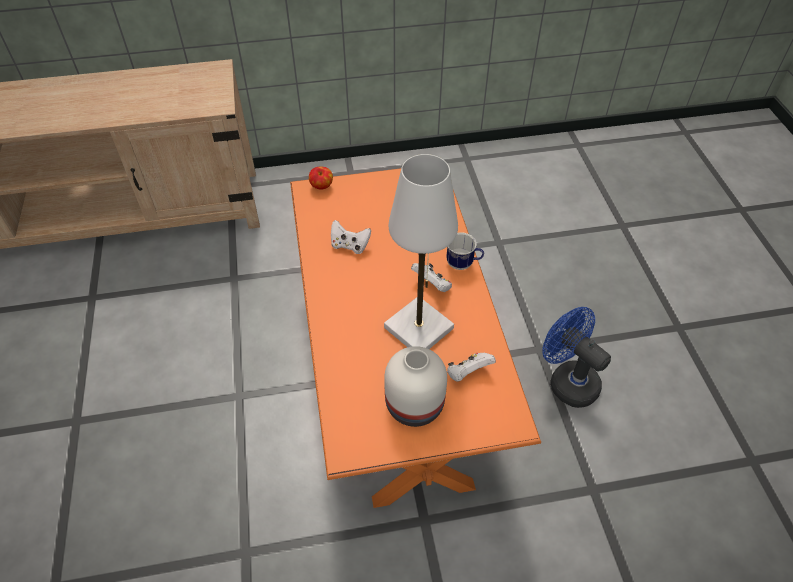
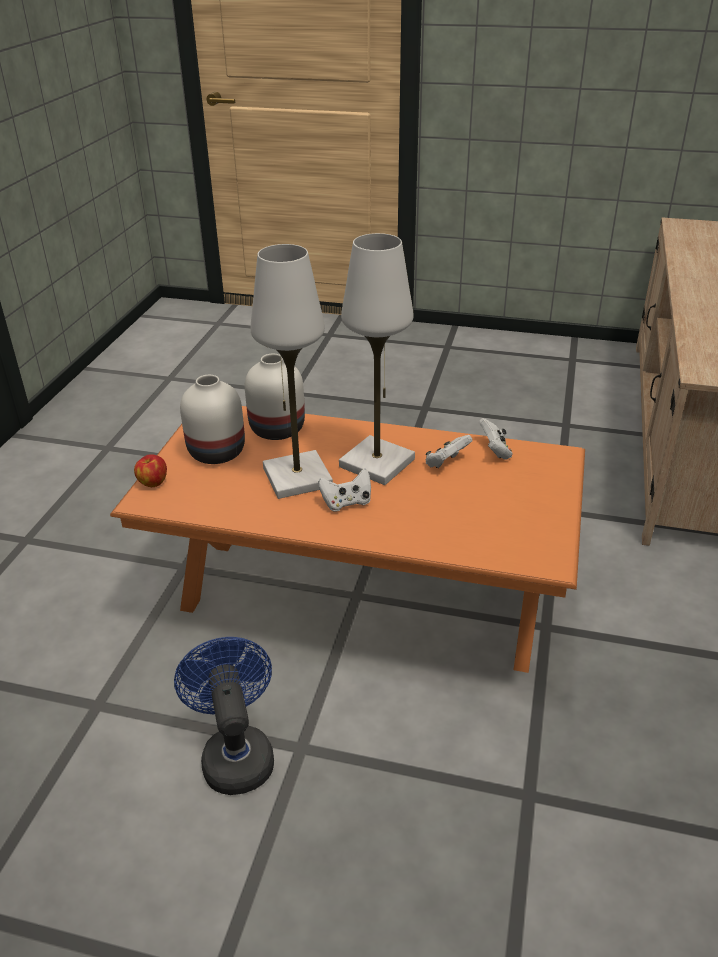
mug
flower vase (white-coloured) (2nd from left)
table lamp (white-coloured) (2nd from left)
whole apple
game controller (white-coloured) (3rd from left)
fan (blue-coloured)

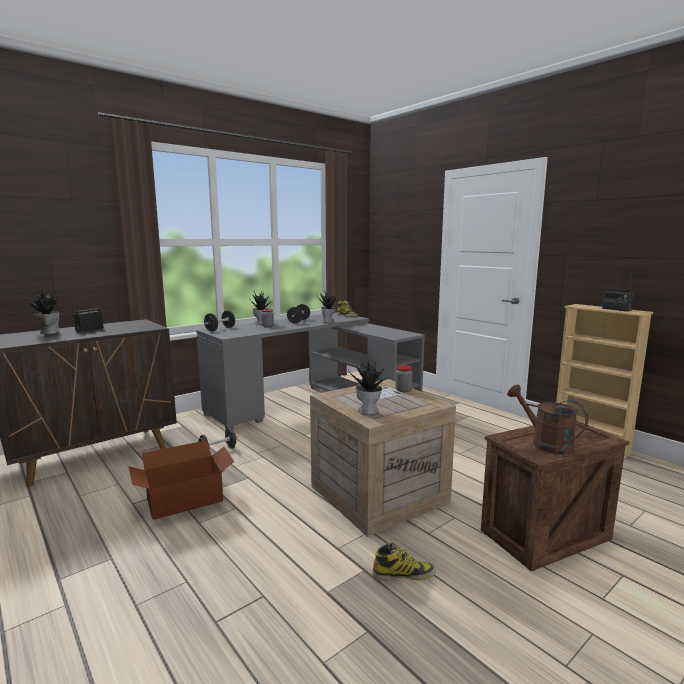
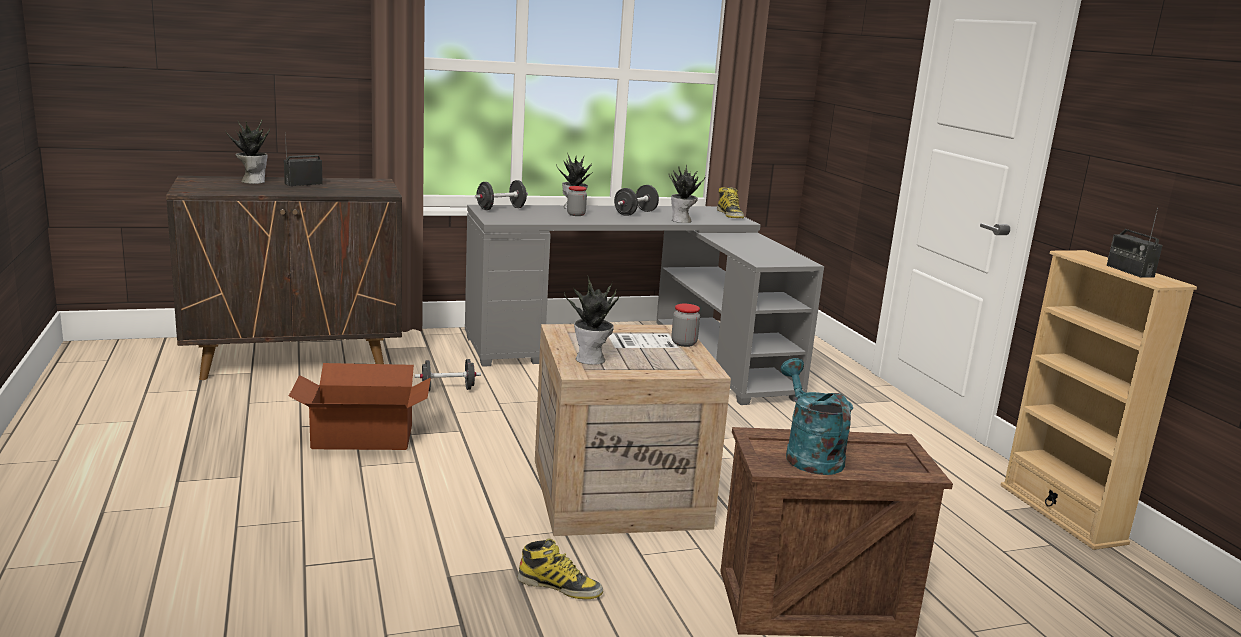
sprinkling can (blue-green)

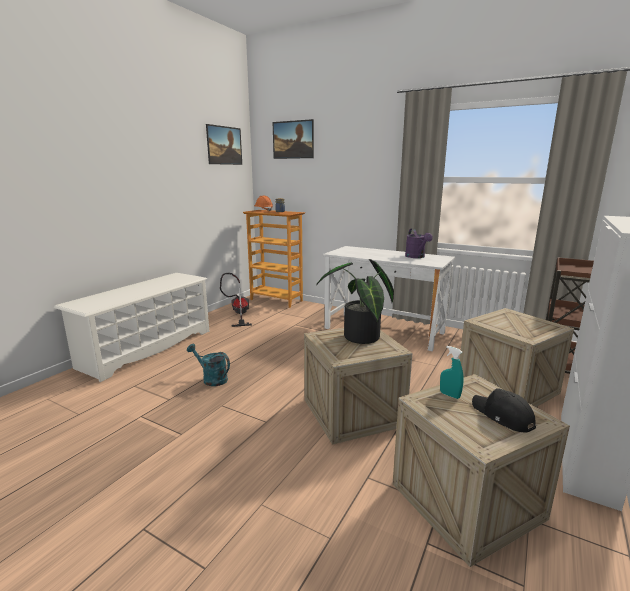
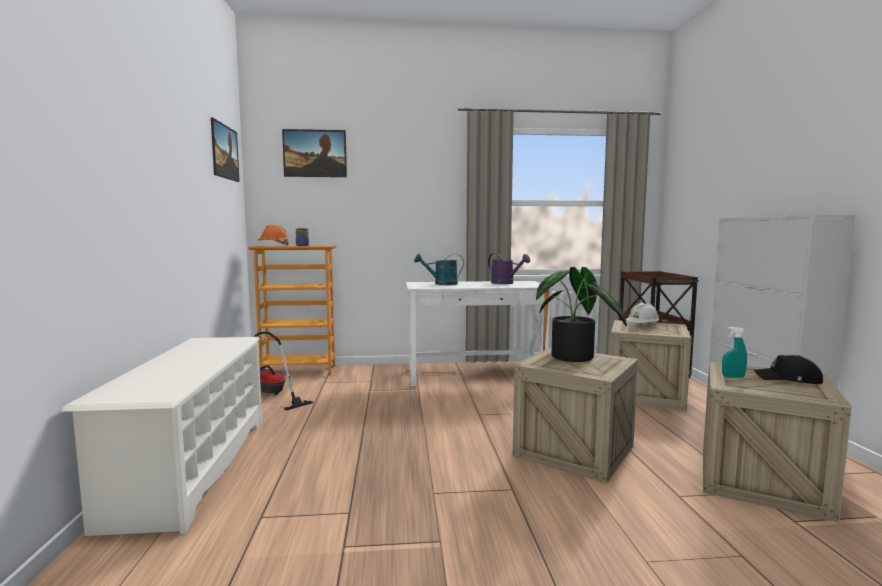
hard hat (white-coloured)
sprinkling can (blue-green)

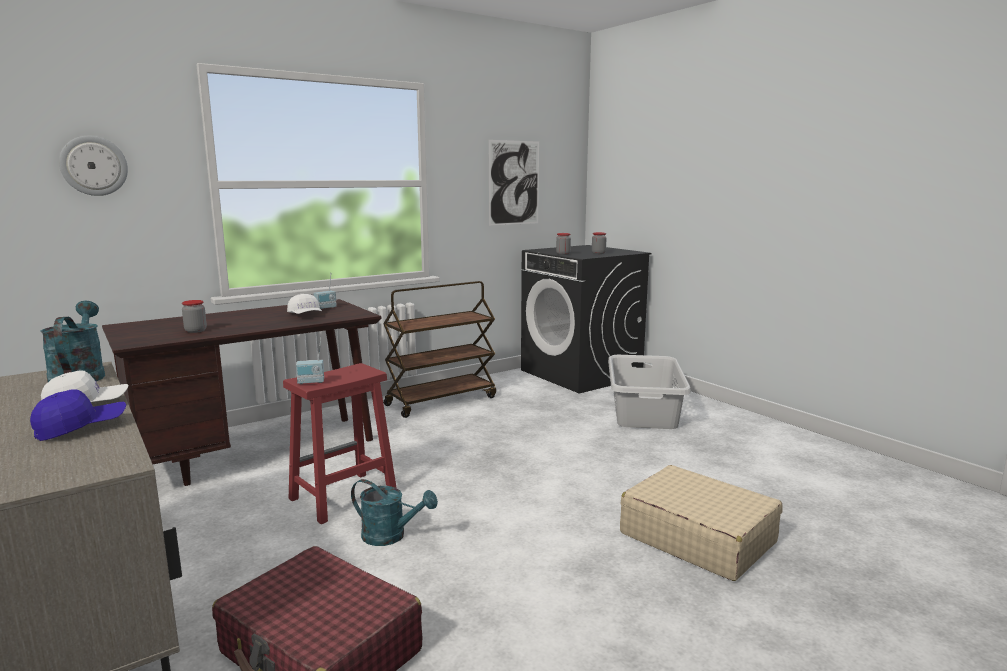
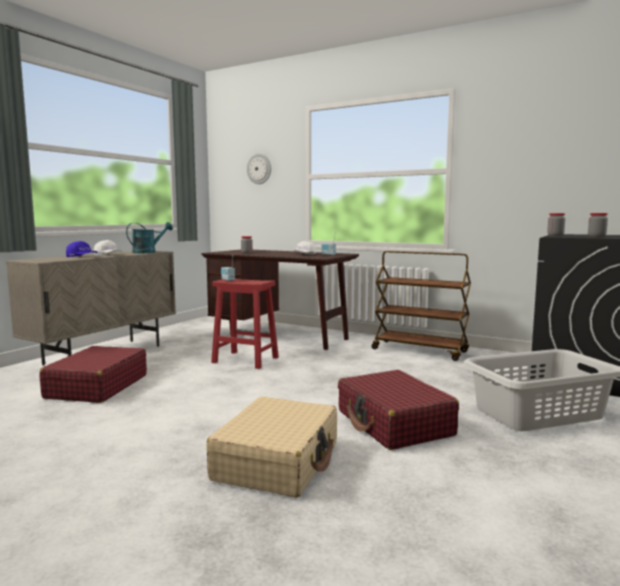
sprinkling can (blue-green) (2nd from left in the first image)
picture
suitcase (reddish) (2nd from left)

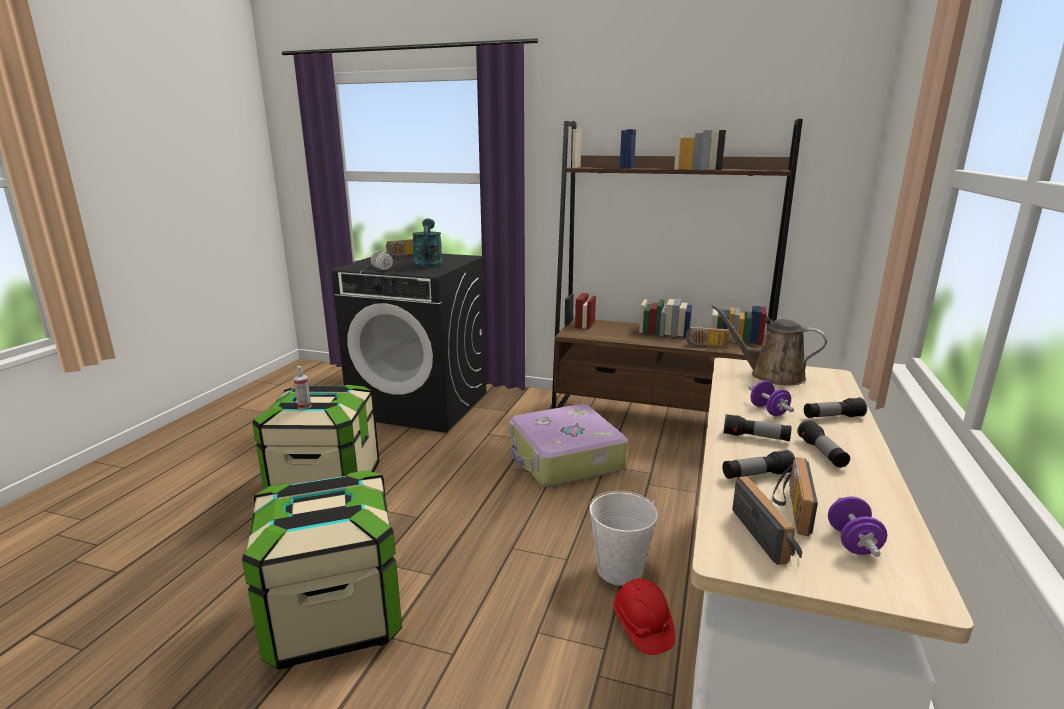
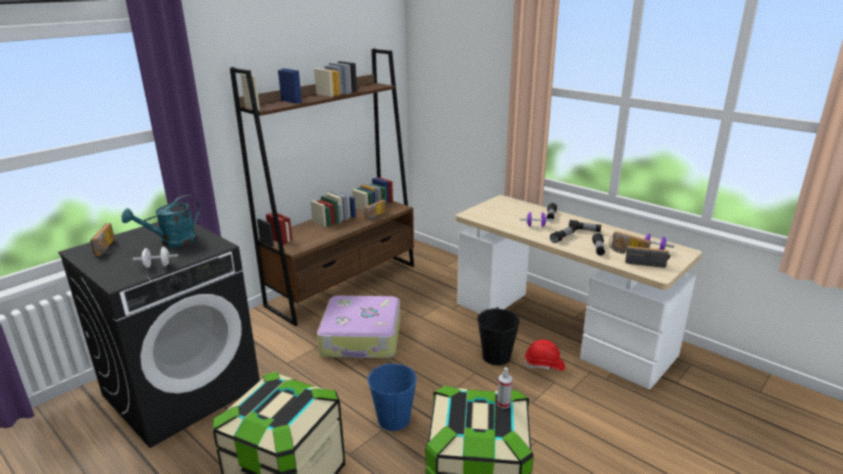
sprinkling can (brown)
bucket (blue-coloured)
sprayer
bucket (black)
sprinkling can (blue-green)

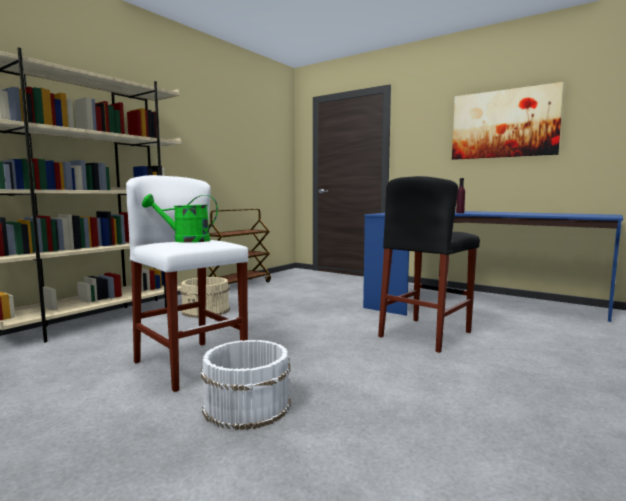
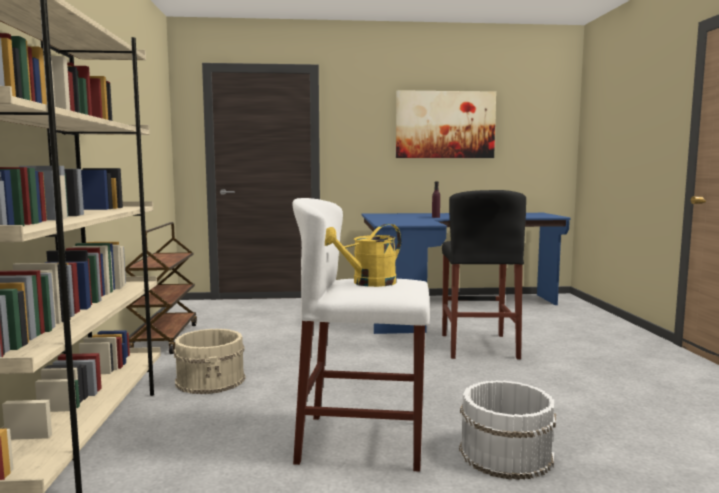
sprinkling can (yellow-coloured)

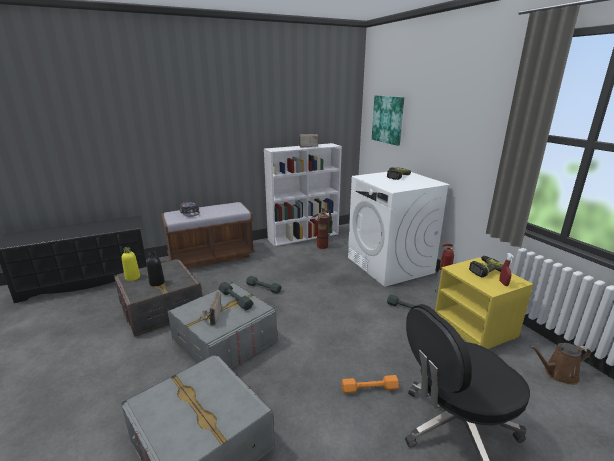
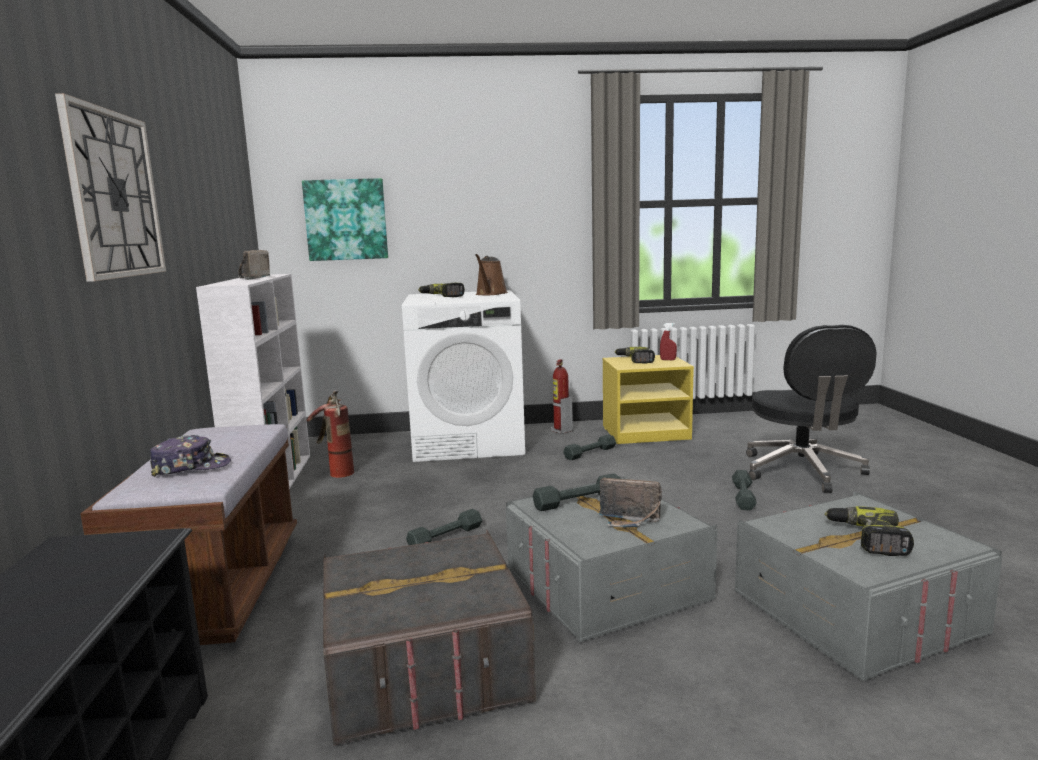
bottle (yellow-coloured)
bottle (black)
hanging clock
drill (3rd from left)
sprinkling can (brown)
free weight (greyish) (4th from left)

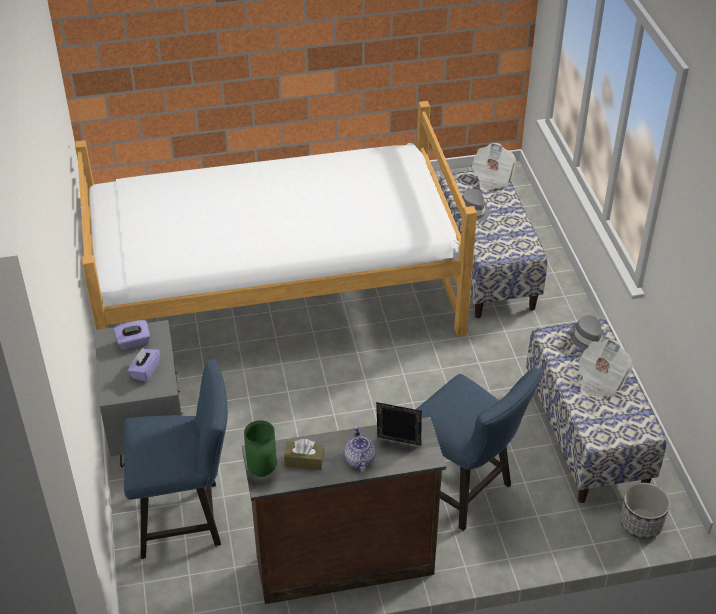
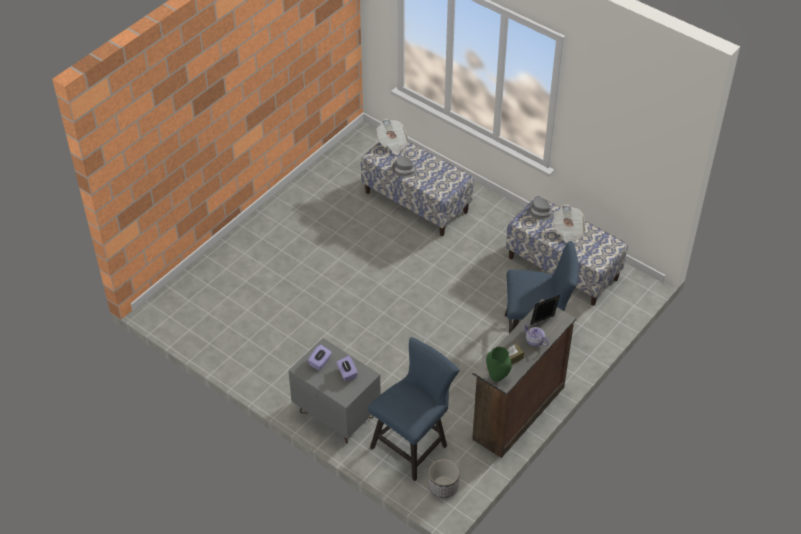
bed
flower pot

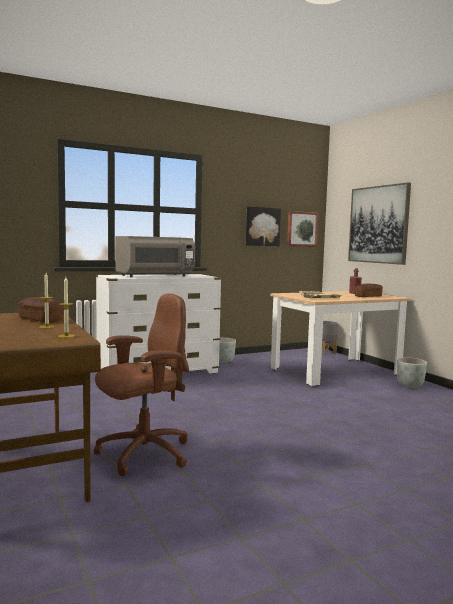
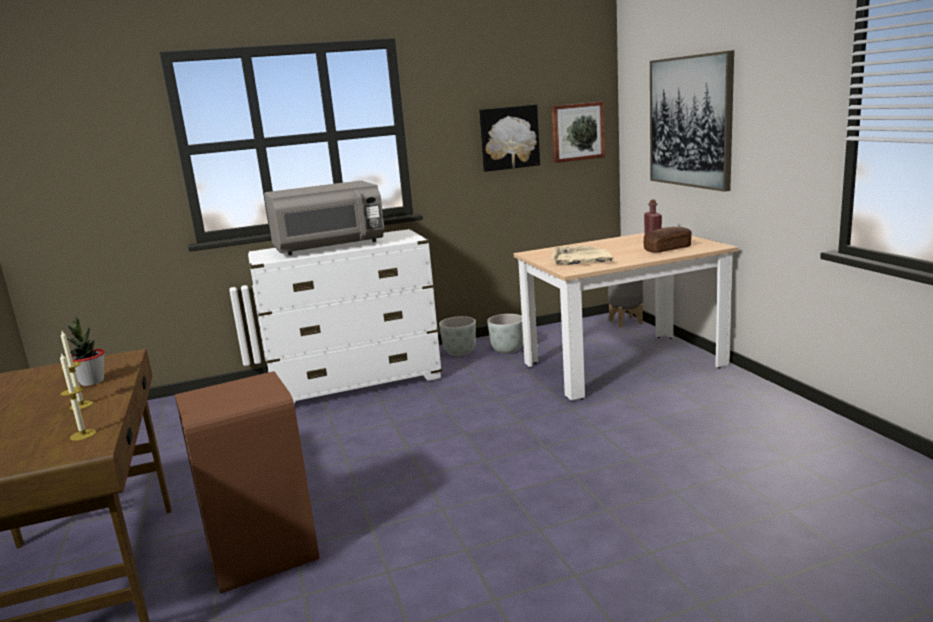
flower pot (greyish) (2nd from left)
plant in a pot
rubbish bin (brown)

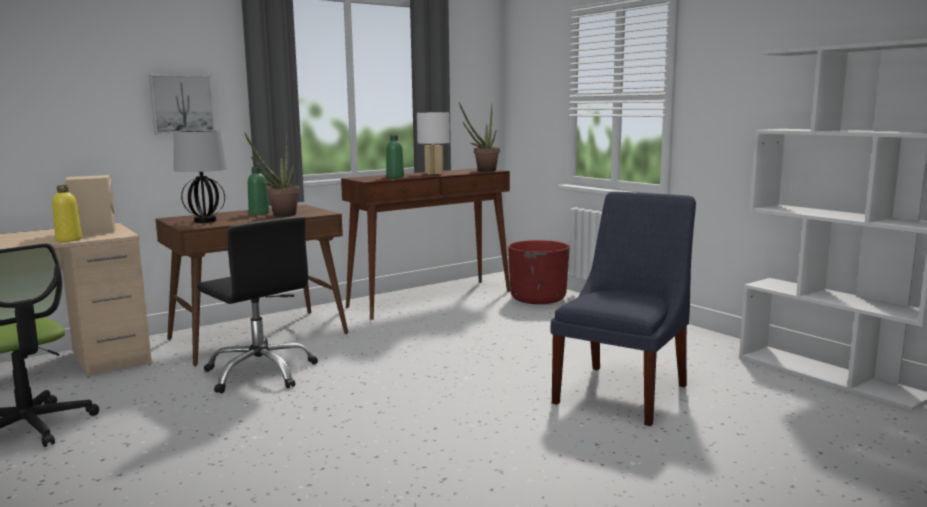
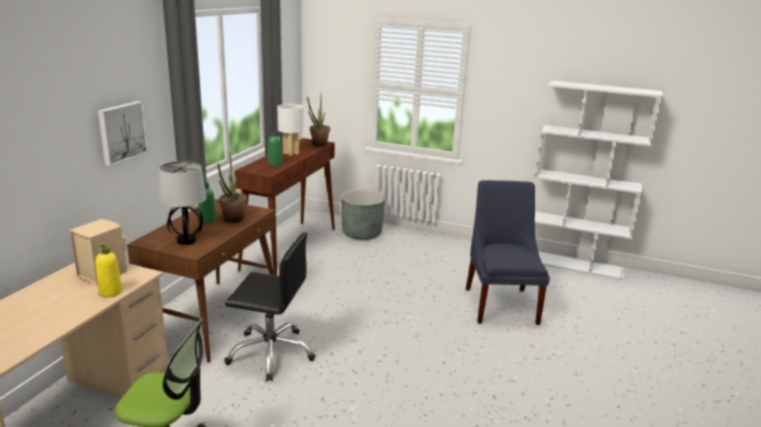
flower pot (greyish)

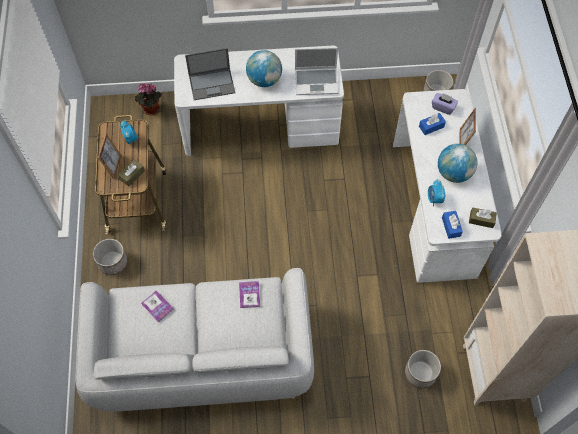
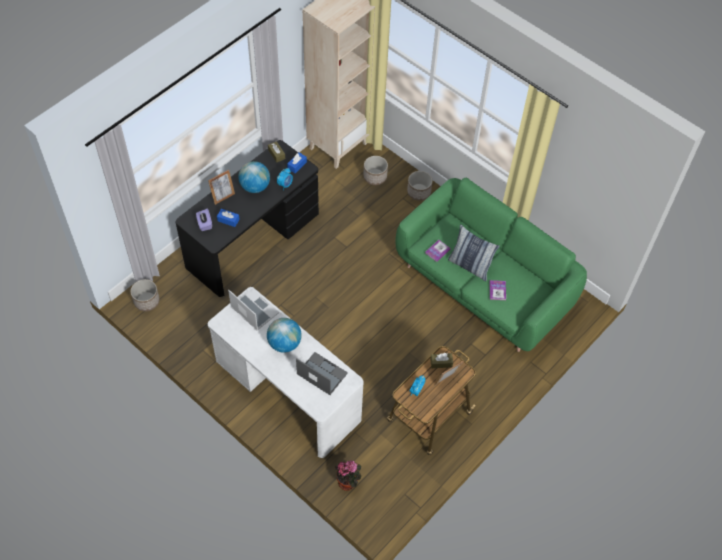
pillow
flower pot (3rd from left)
couch (green-coloured)
desk table (black)

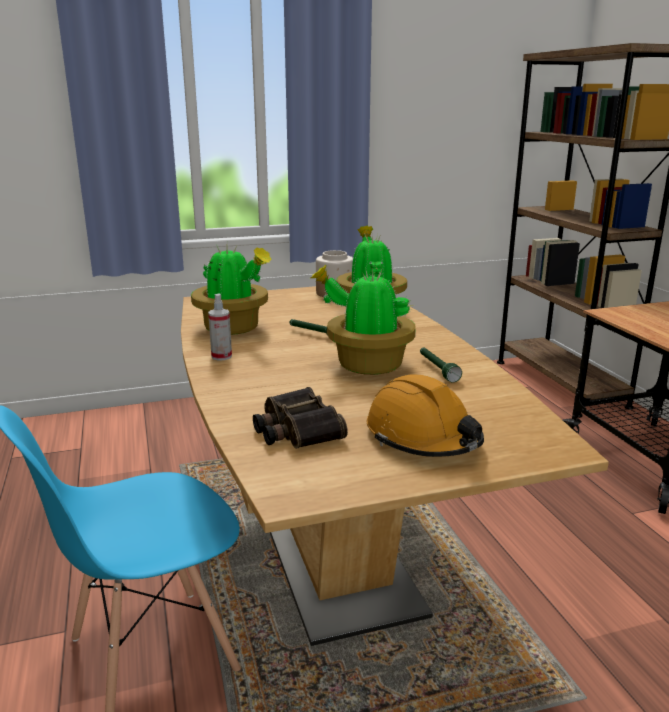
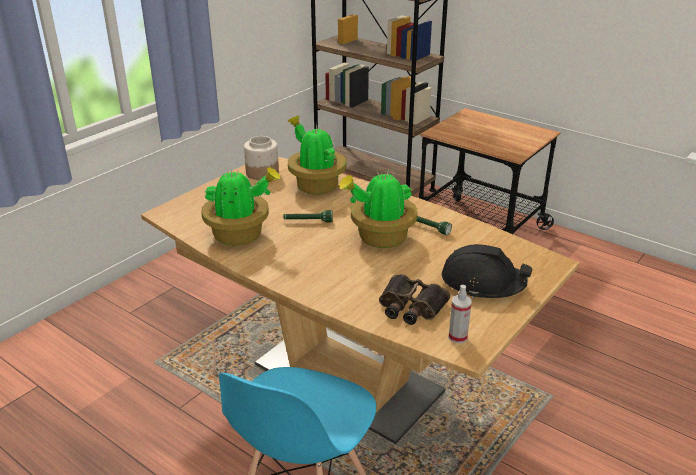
sprayer
hard hat (black)

